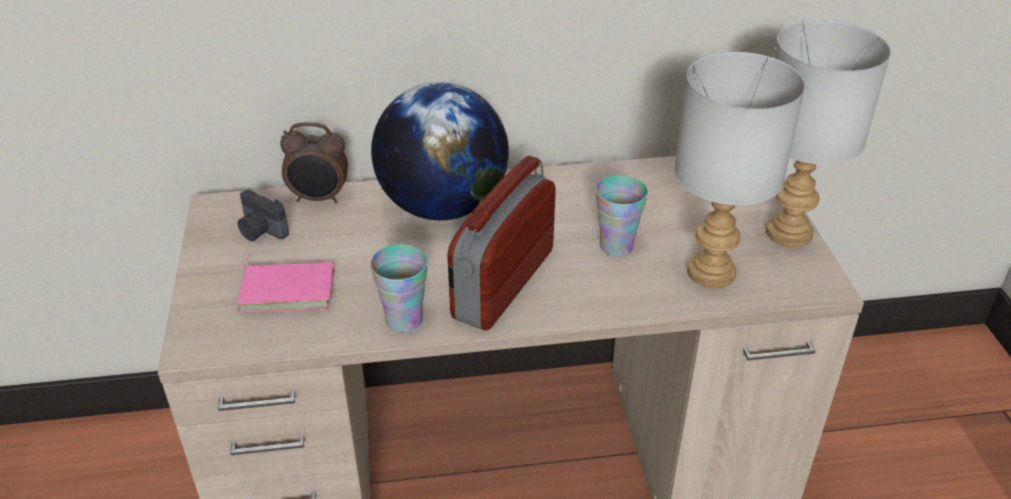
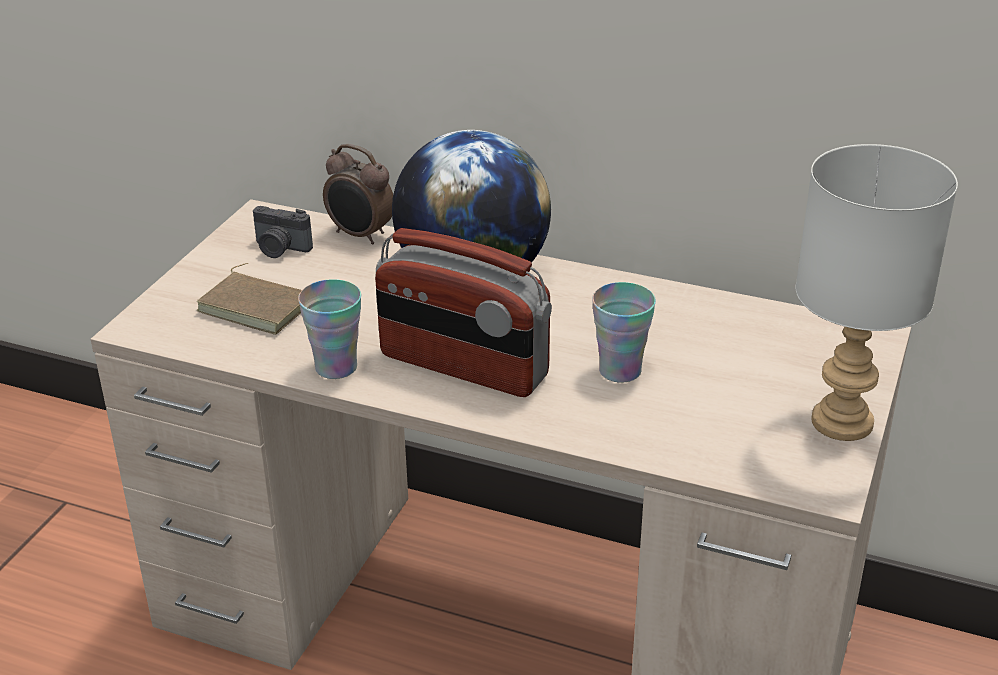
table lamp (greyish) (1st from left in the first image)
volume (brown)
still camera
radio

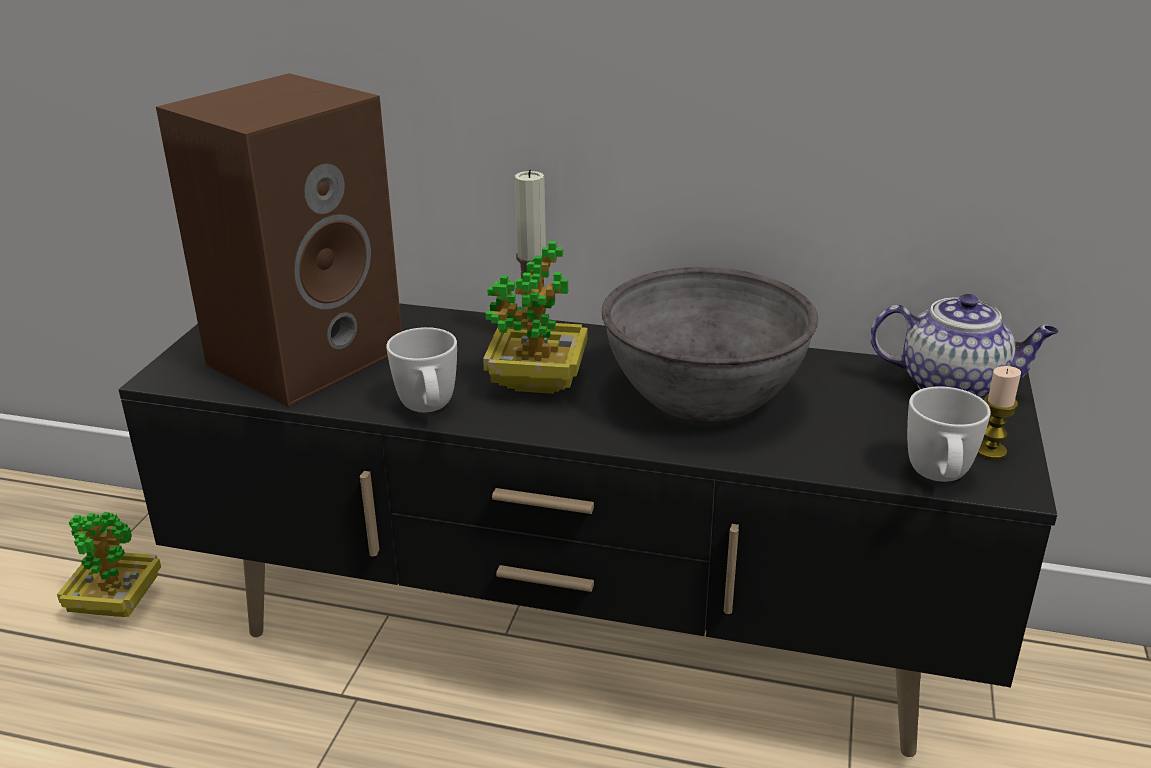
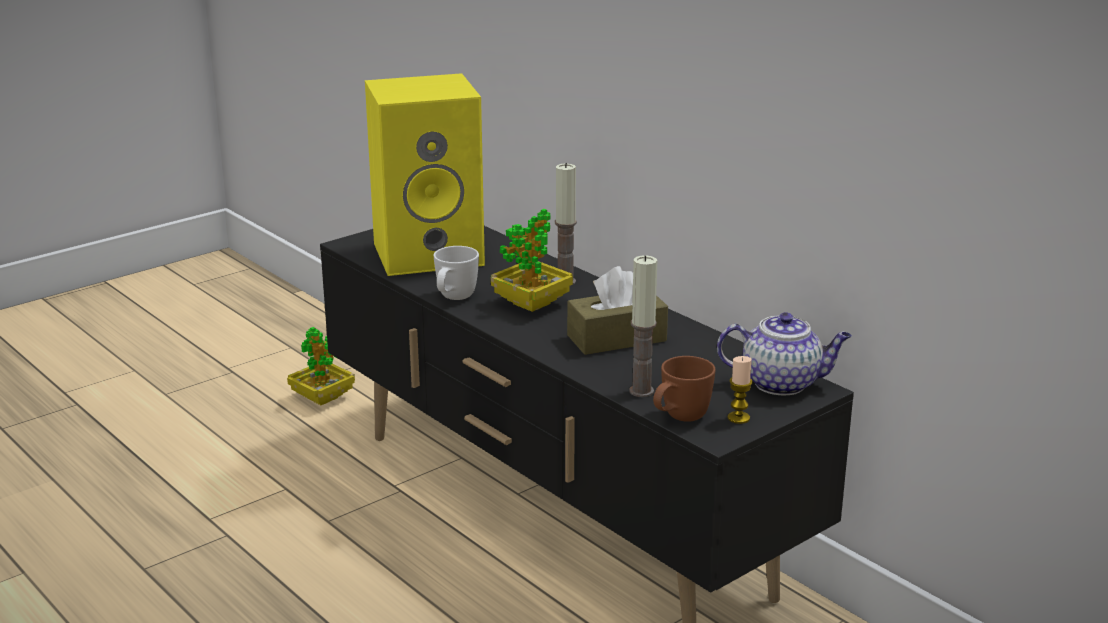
candle (2nd from left)
box of tissues (brown)
speaker (yellow-coloured)
mug (brown)
pot for tea

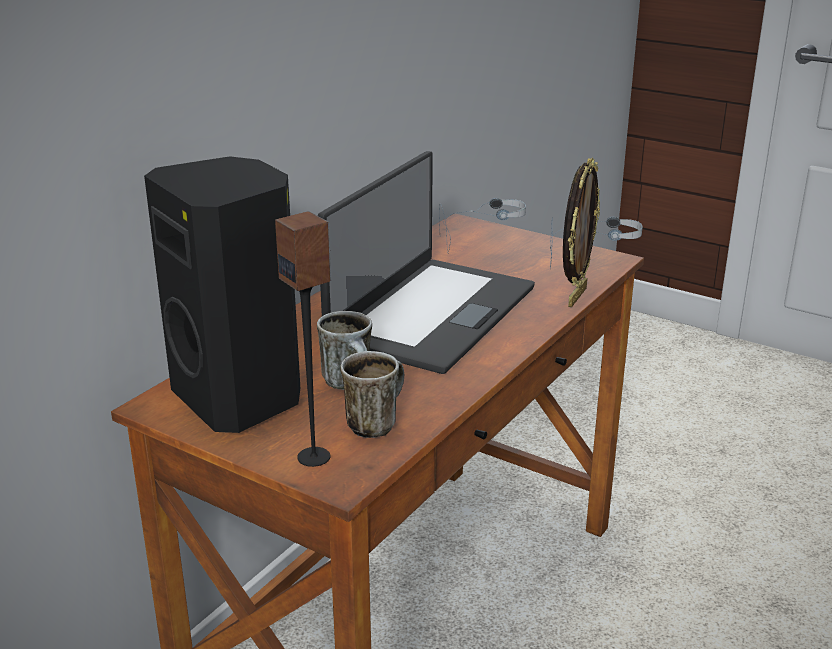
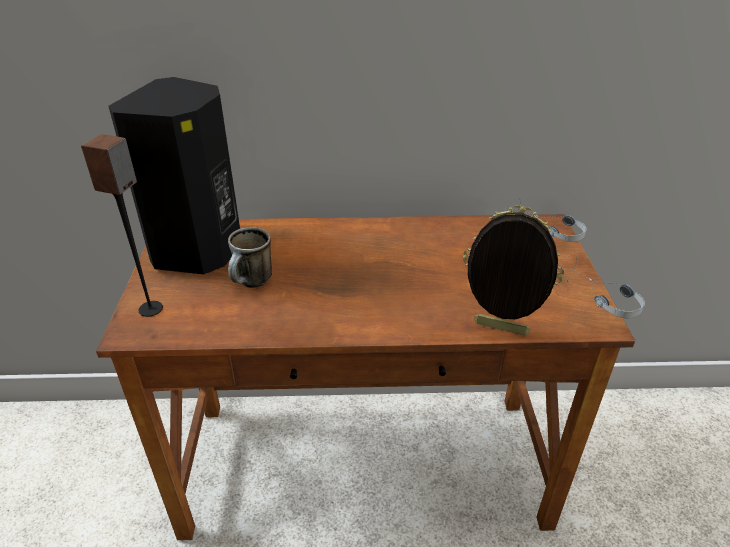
portable computer
mug (2nd from left in the first image)
standing frame

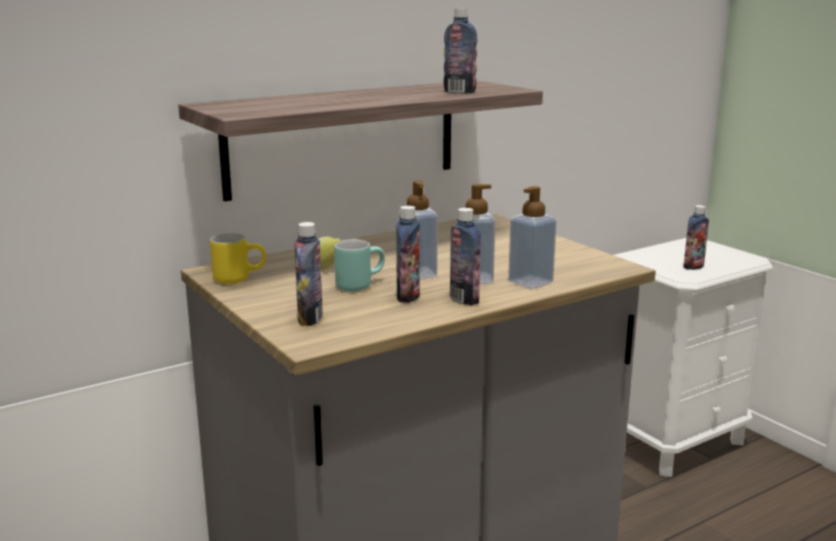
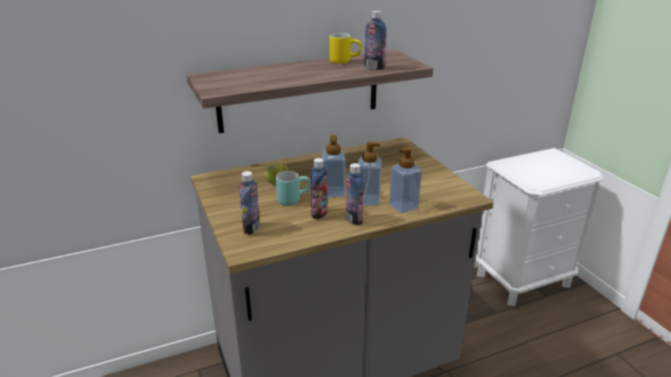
bottle (5th from left in the first image)
mug (yellow-coloured)

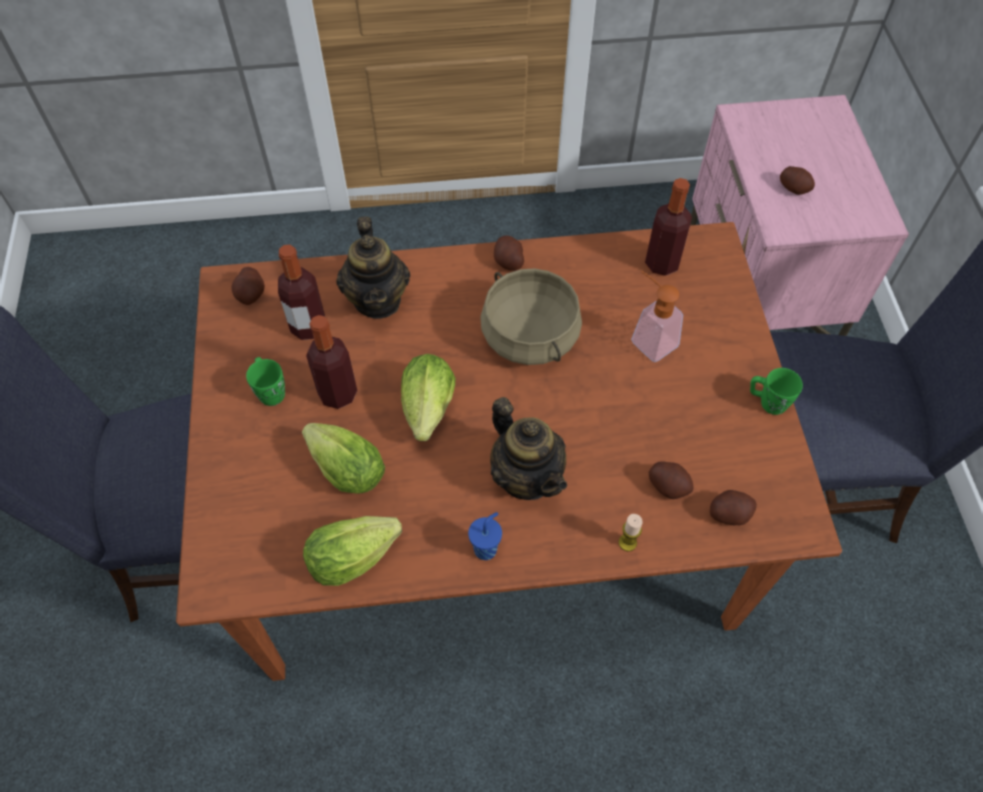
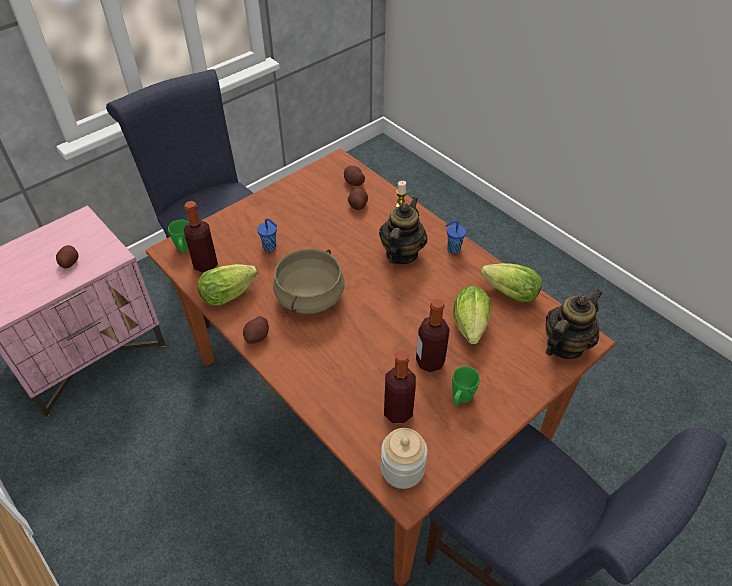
pot for tea (2nd from left)
head of lettuce (1st from left)
mug (green-coloured) (1st from left)
preserve jar
cup (blue-coloured) (1st from left)

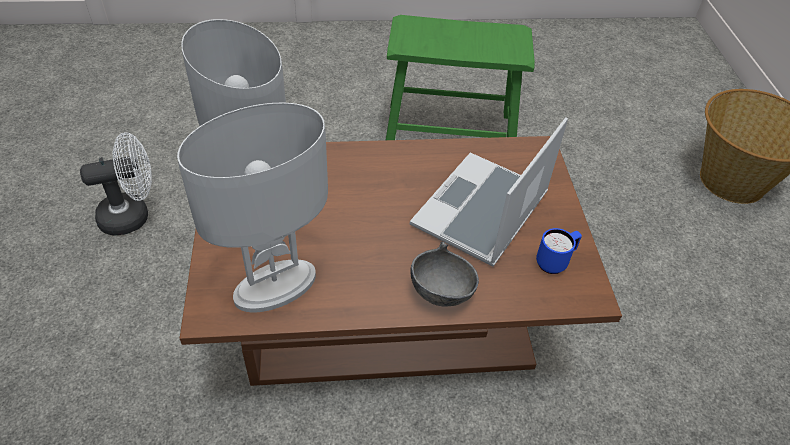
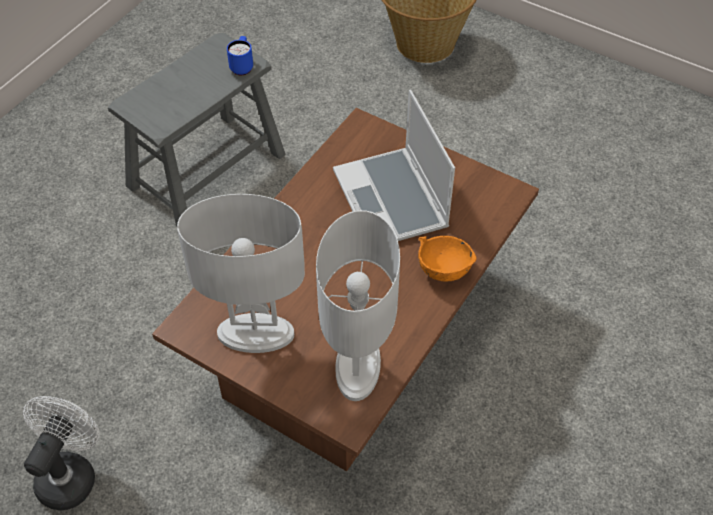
mug (blue-coloured)
stool (greyish)
serving bowl (orangey)

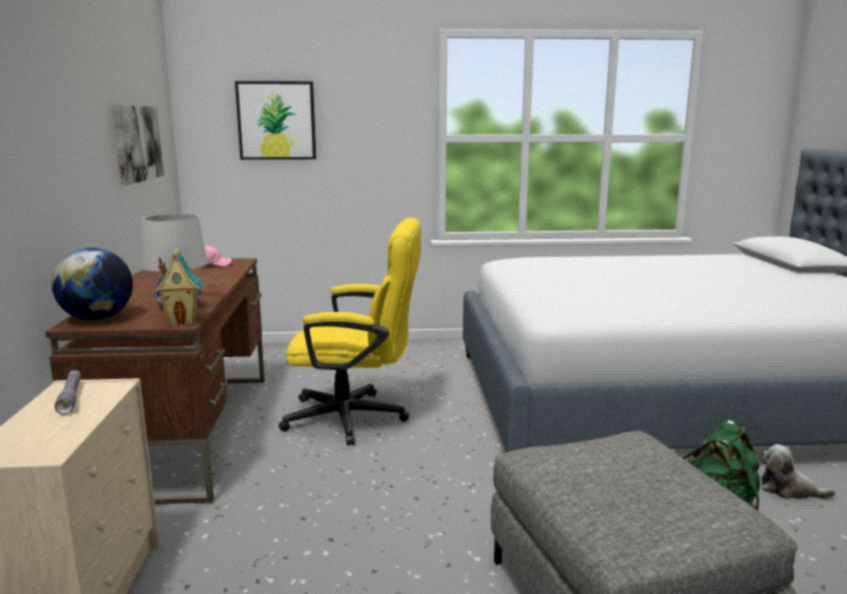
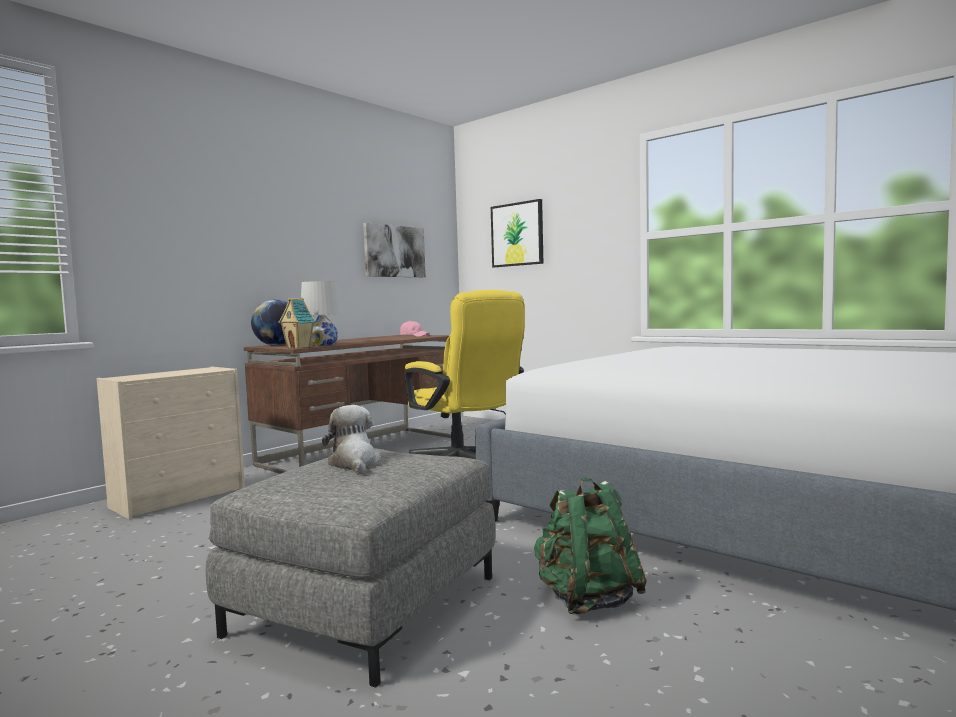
hand torch (greyish)
soft toy

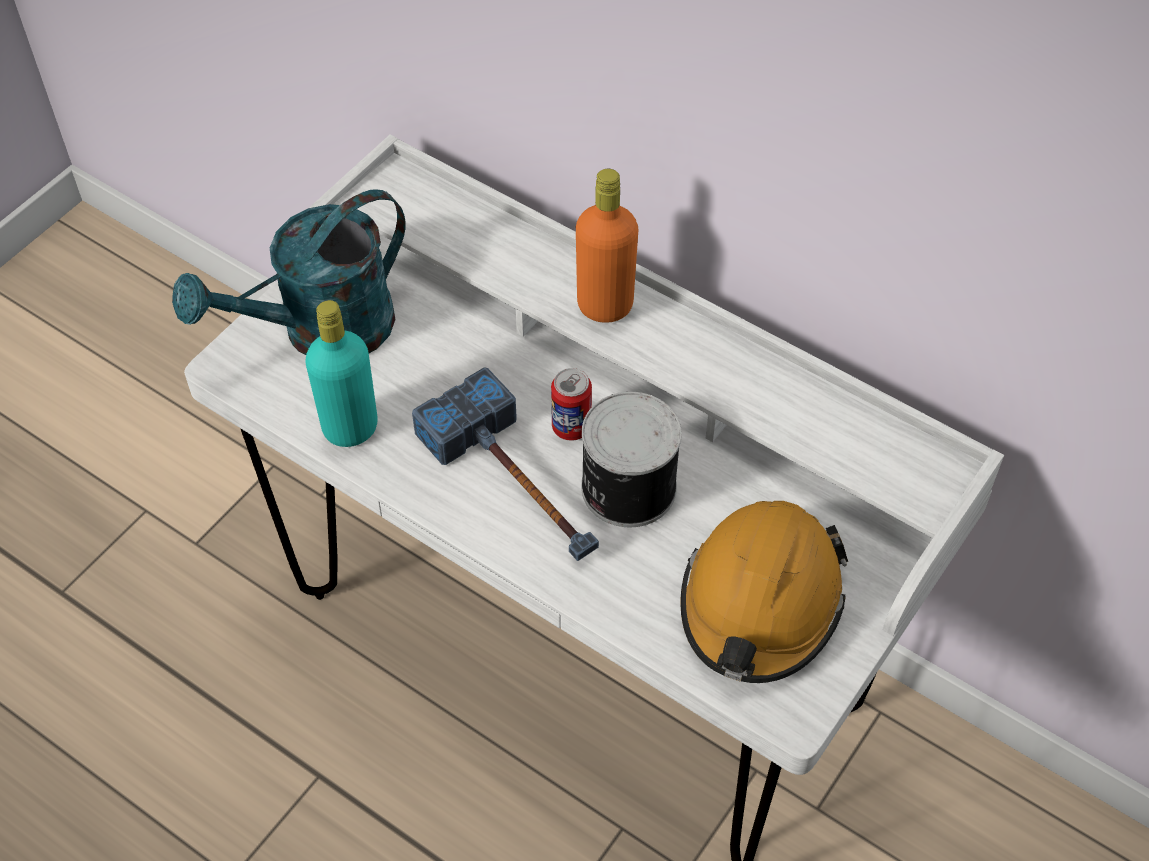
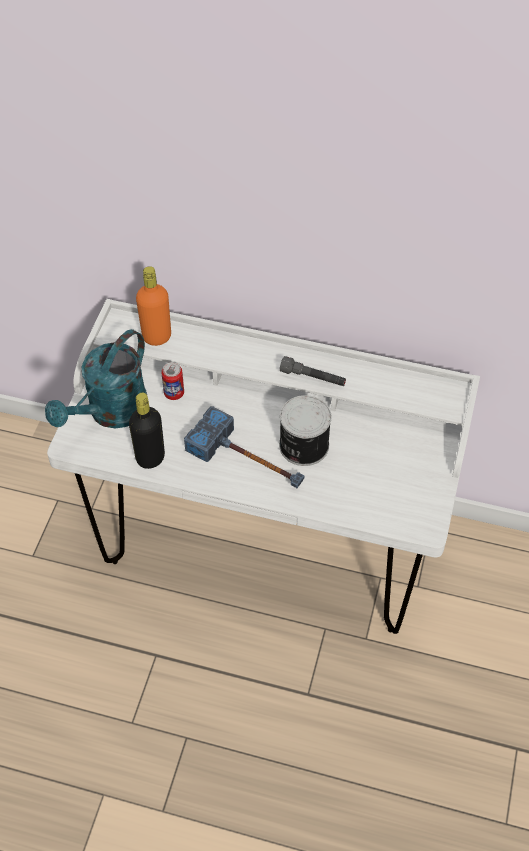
hard hat (orangey)
hand torch (greyish)
metal can (1st from left)
bottle (orangey)
bottle (black)

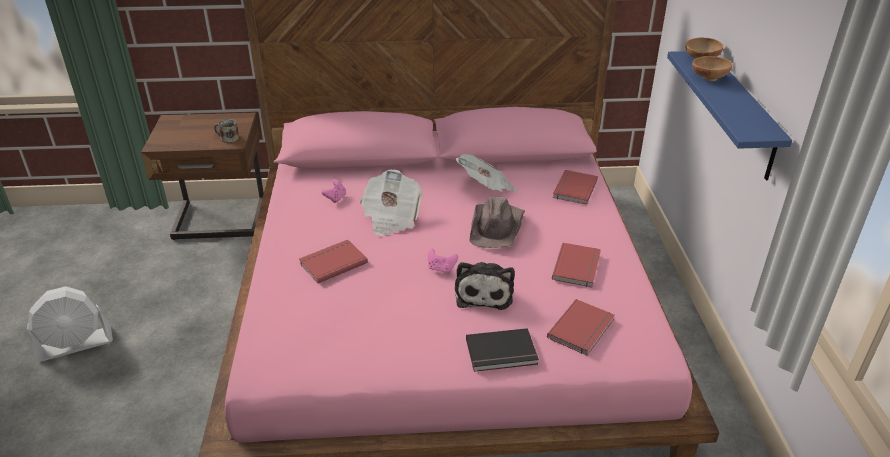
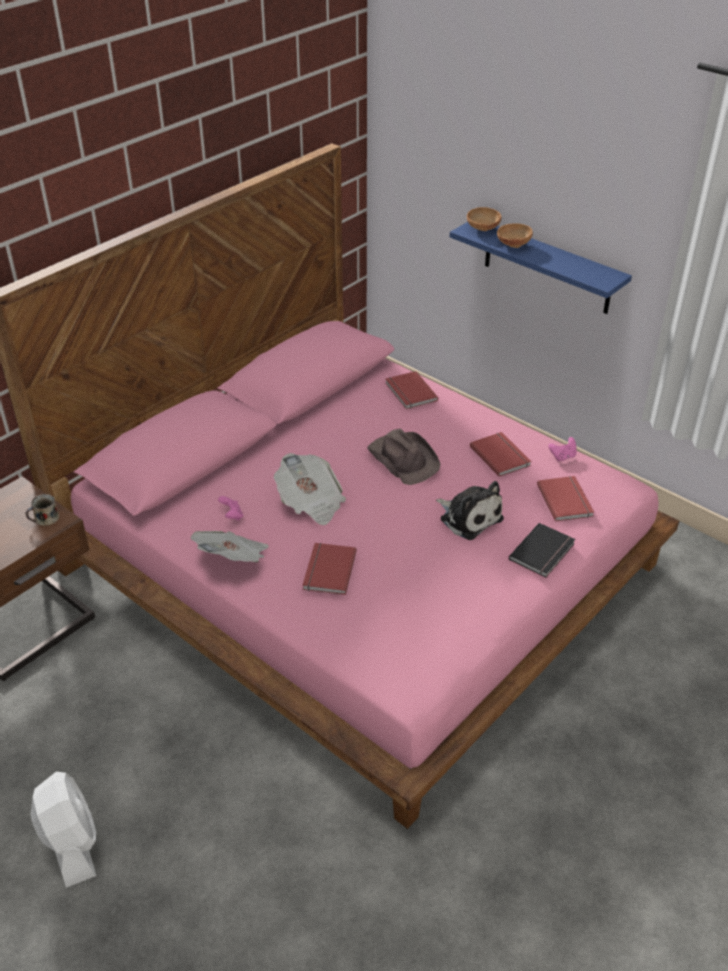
game controller (pinkish) (2nd from left)
newspaper (1st from left)
fan (white-coloured)

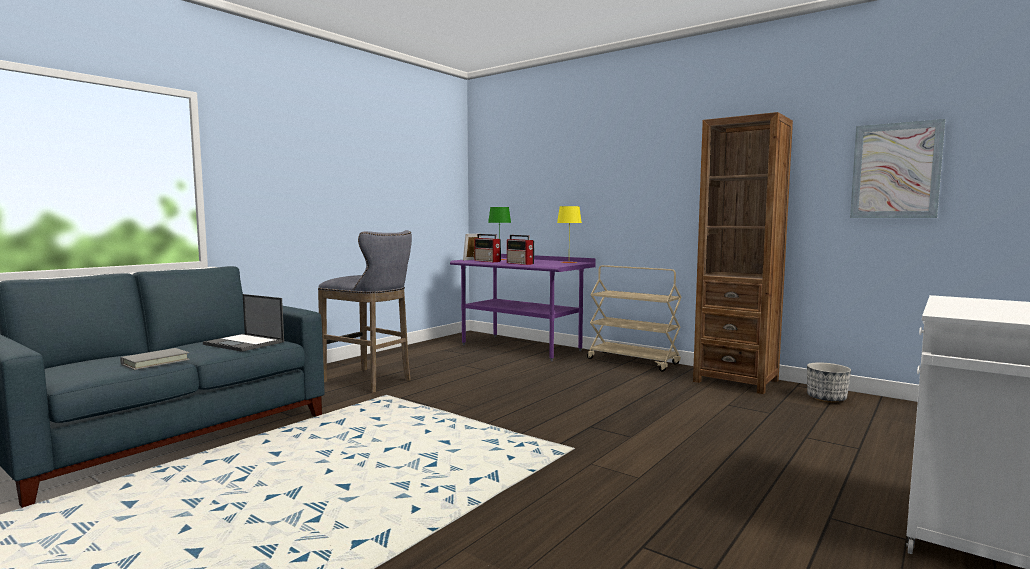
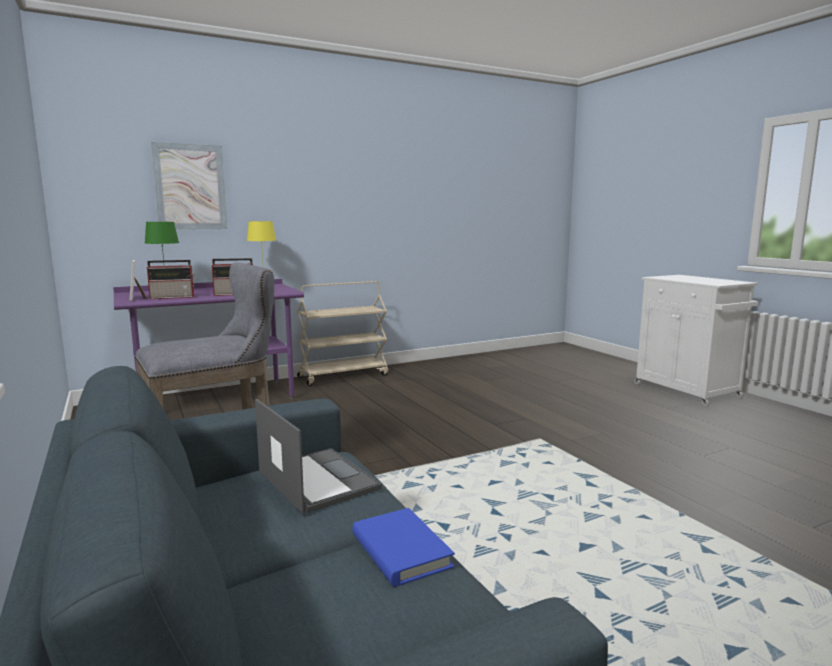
bookcase (brown)
flower pot
picture
volume (blue-coloured)
portable computer

